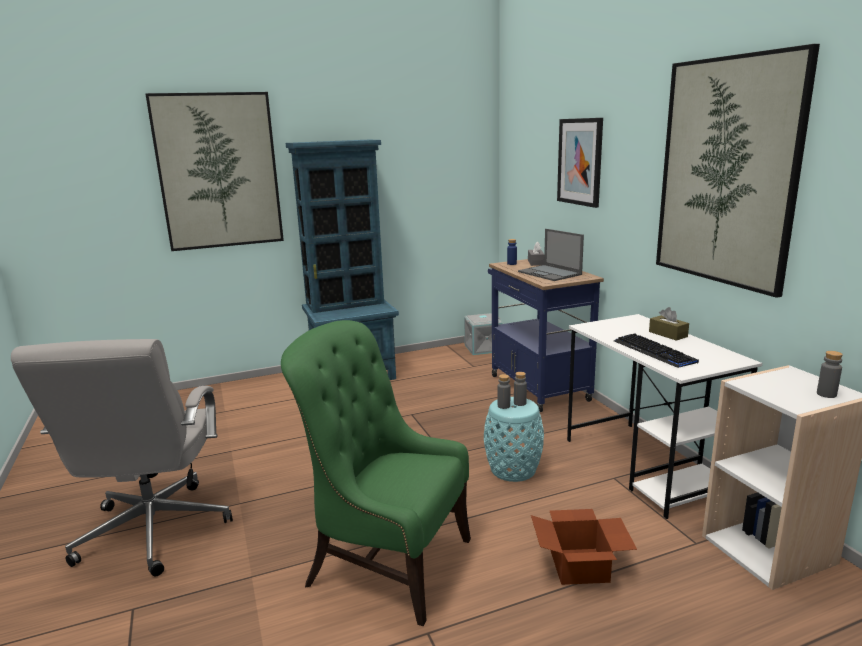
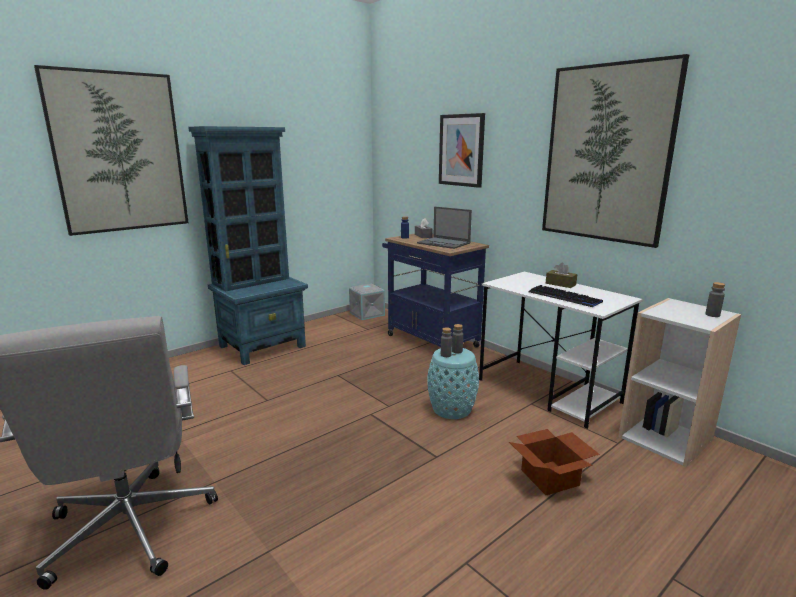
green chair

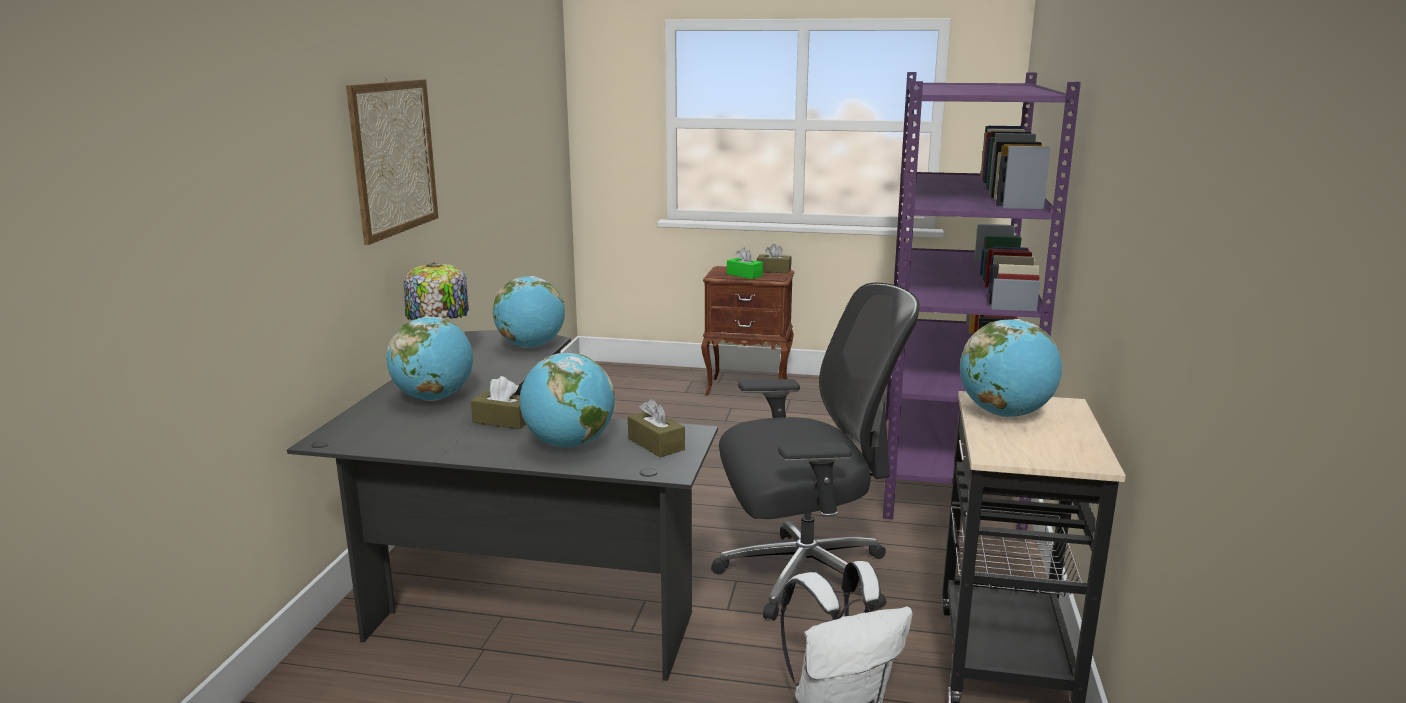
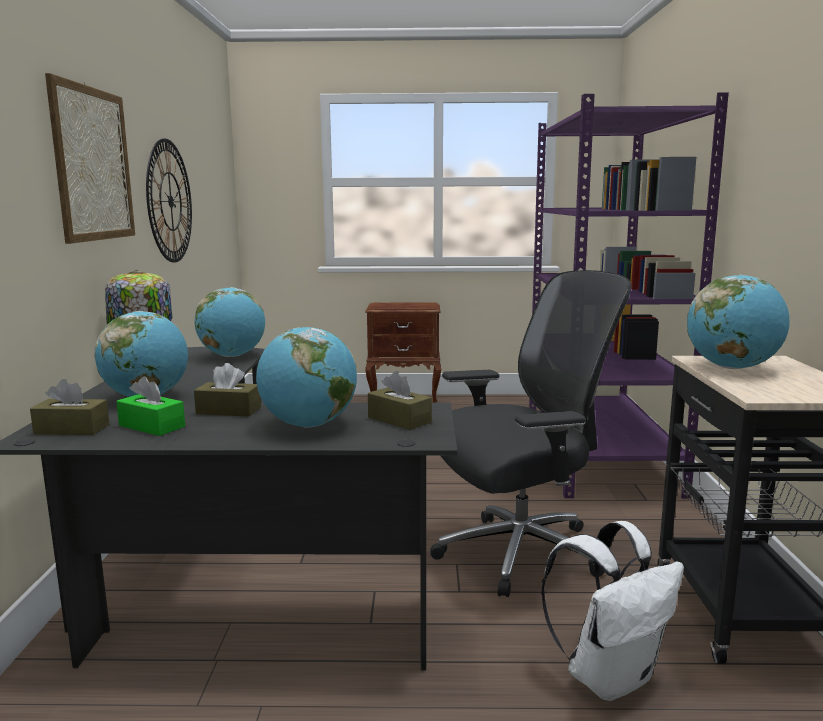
brown tissue box (1st from left)
green tissue box
wall clock

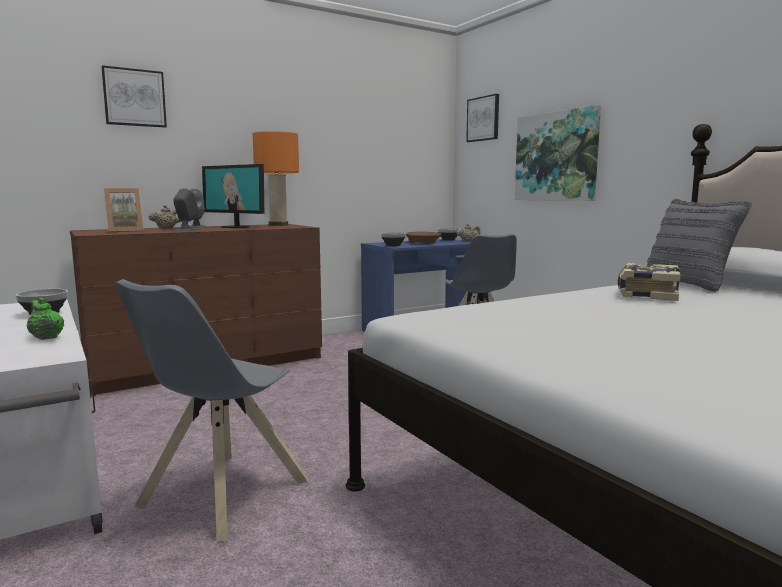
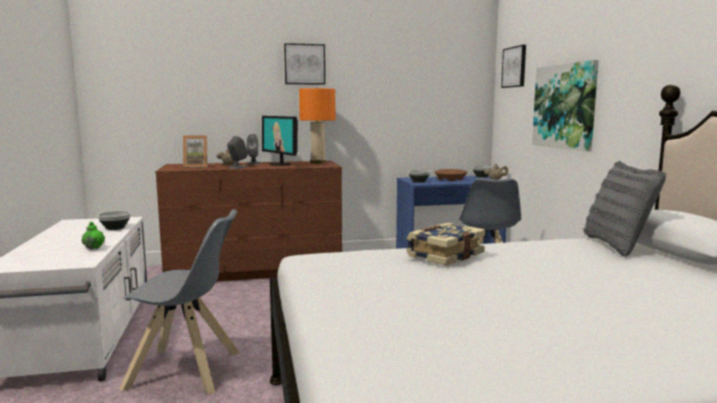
grey chair (1st from left)
picture (1st from left)
book

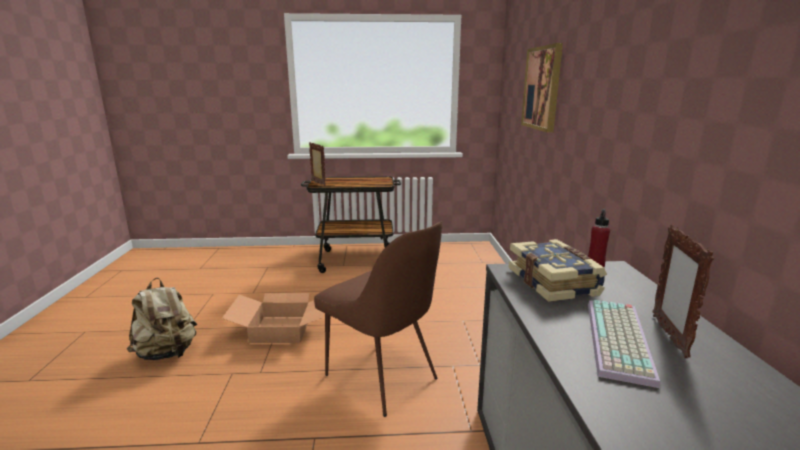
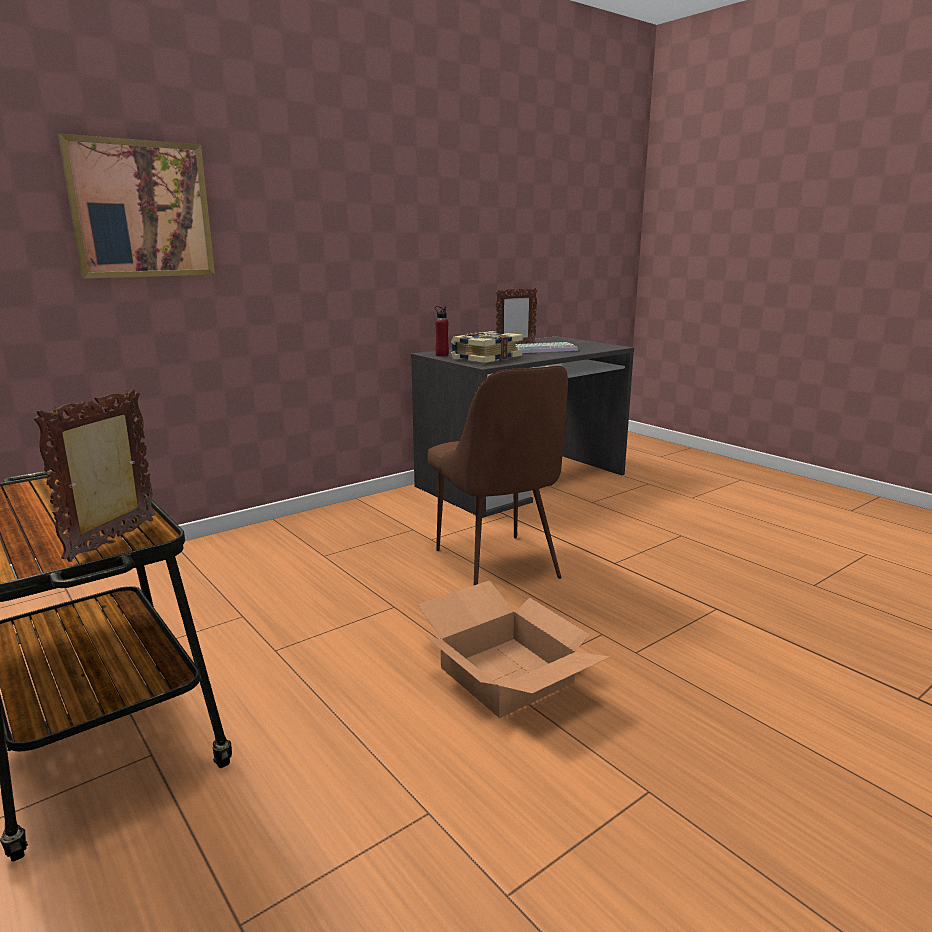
brown chair
beige backpack

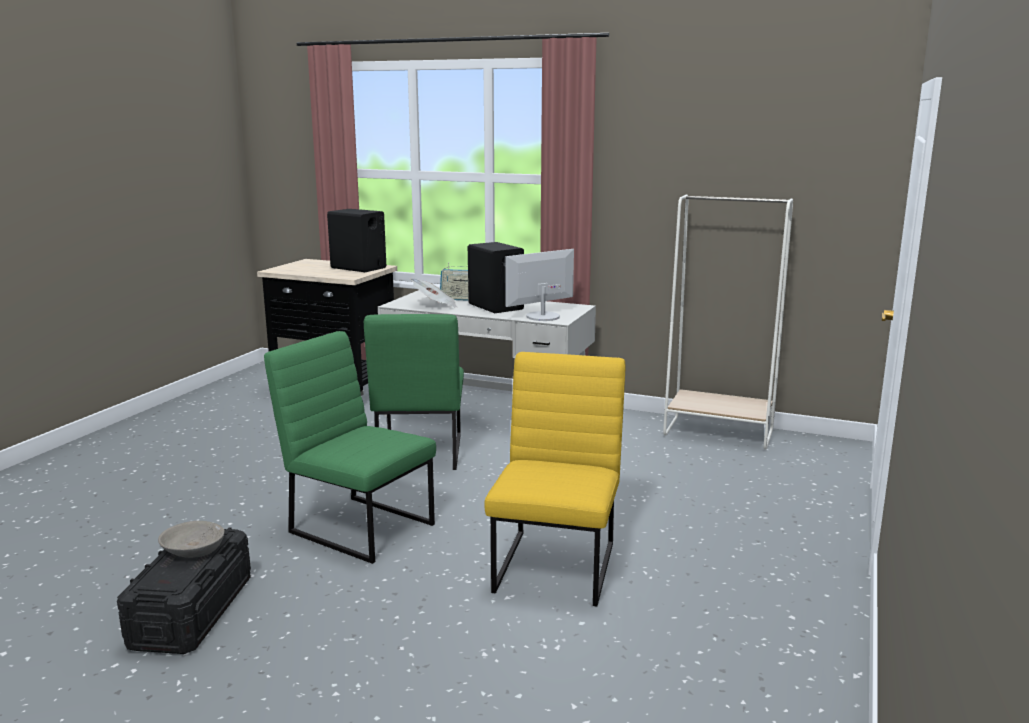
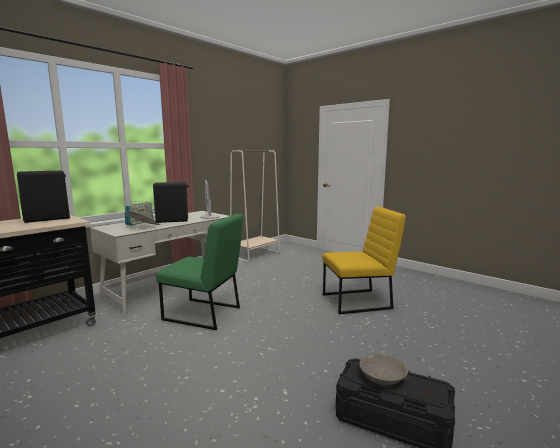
yellow chair
green chair (1st from left in the first image)

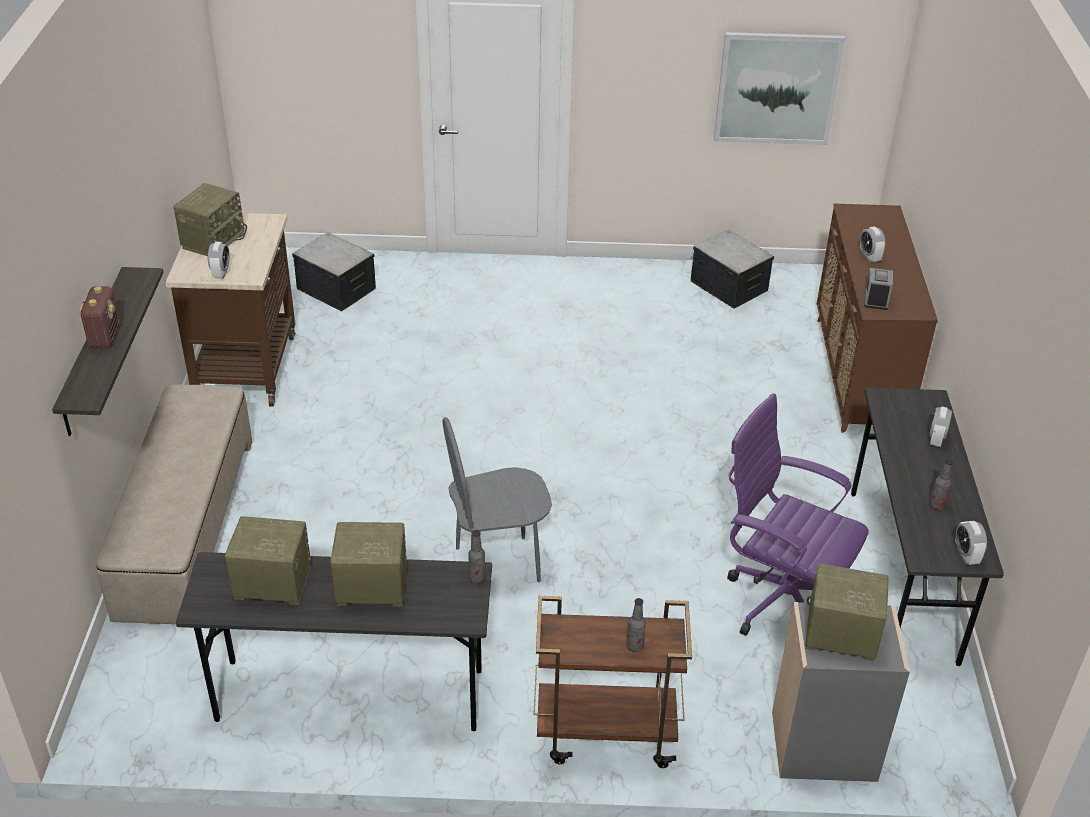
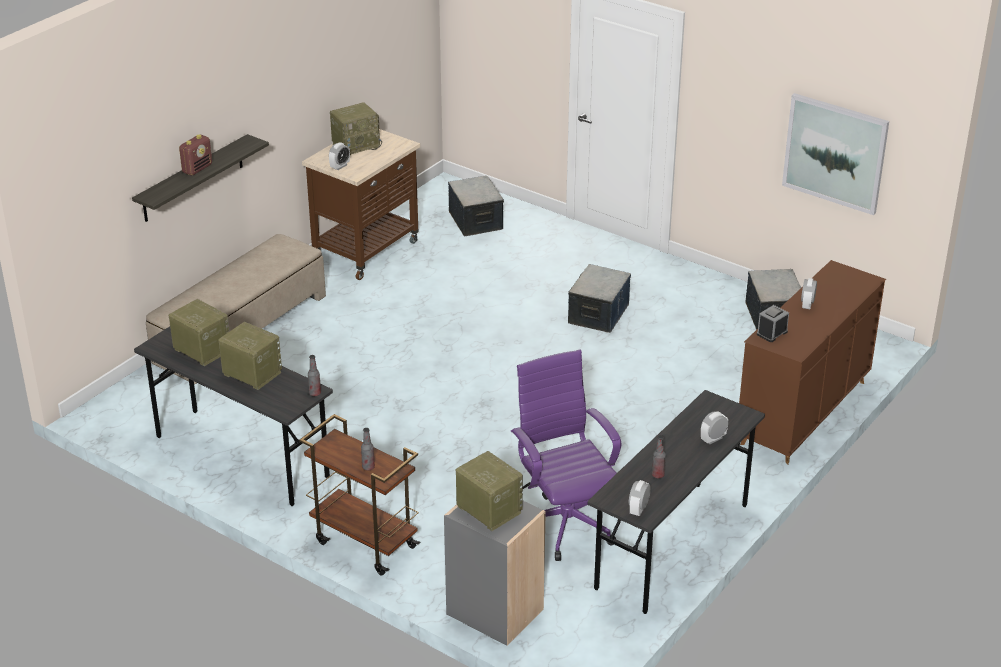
storage box (2nd from left)
grey chair

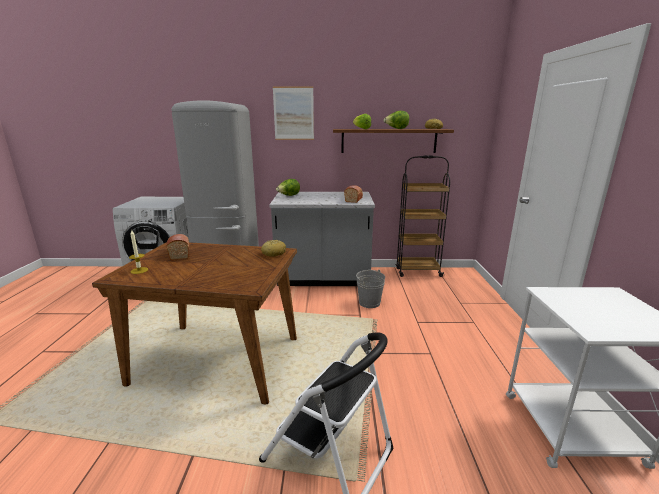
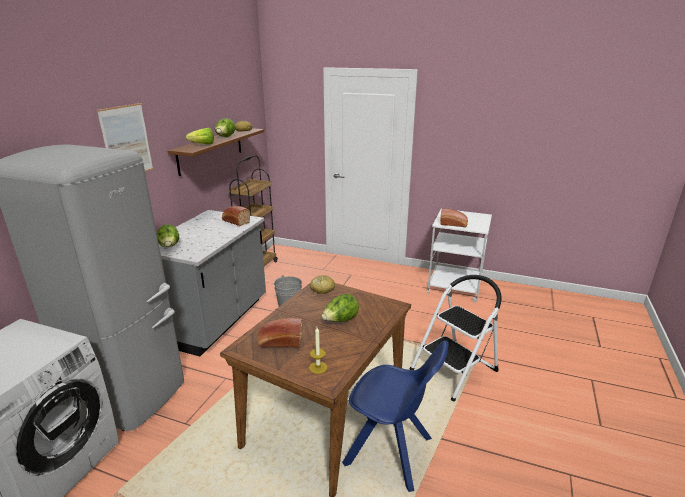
lettuce (4th from left)
blue chair
bread (5th from left)

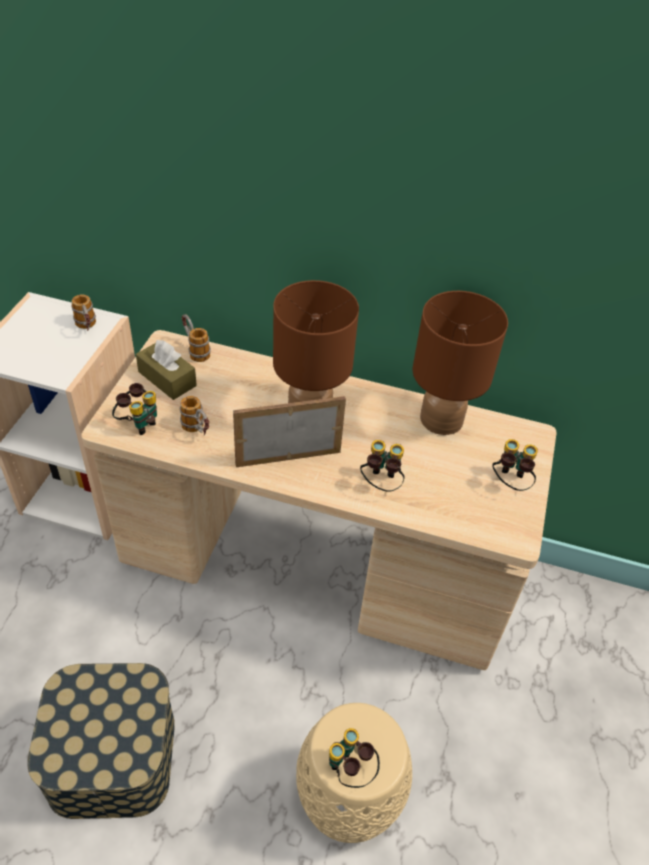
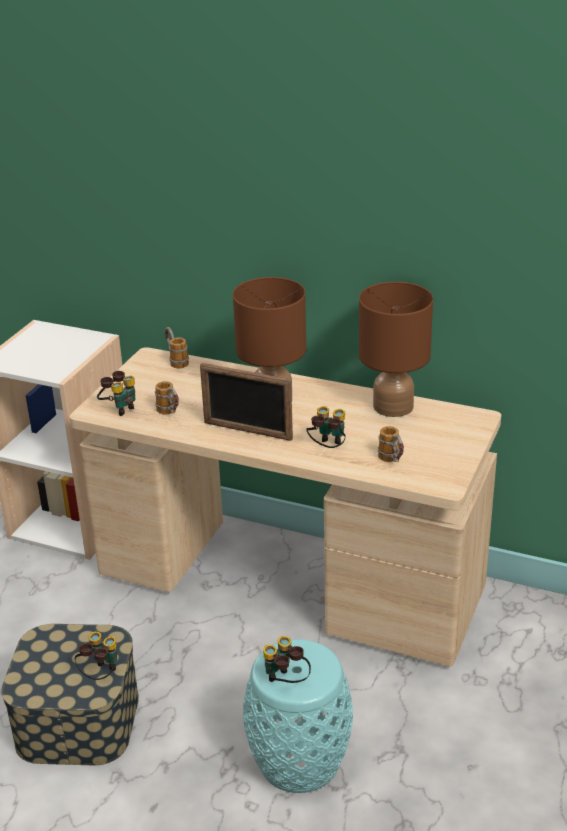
binoculars (1st from left)
picture frame
turquoise stool
mug (3rd from left)
brown tissue box

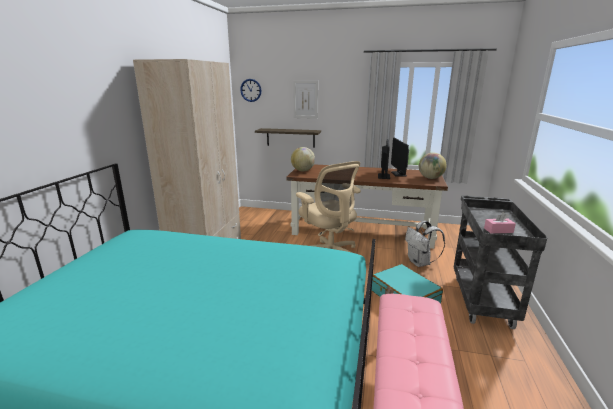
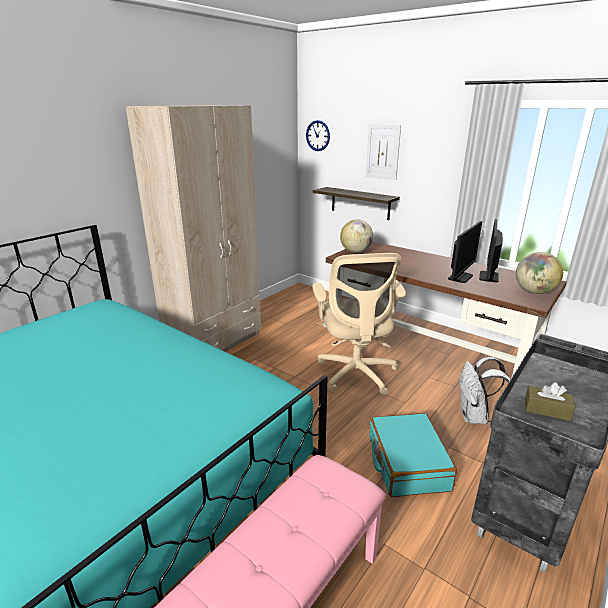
brown tissue box

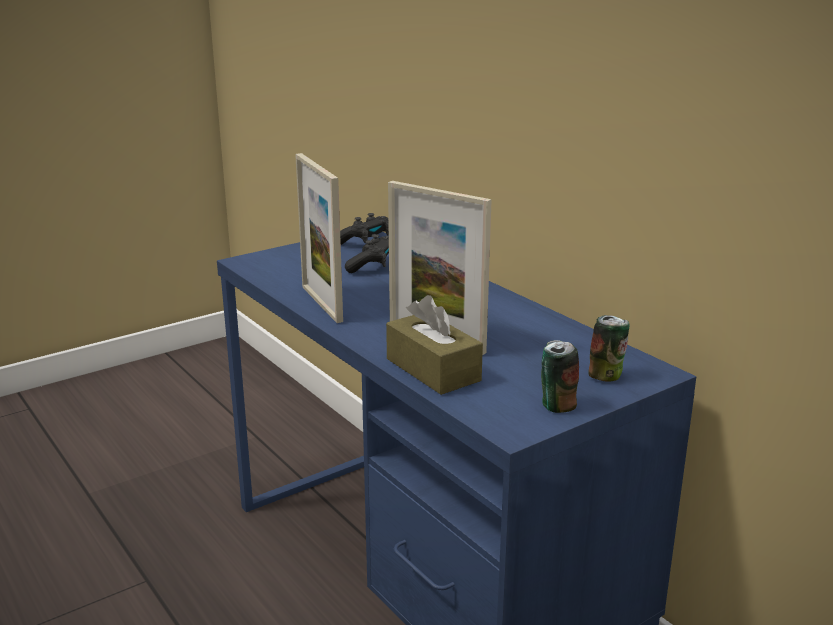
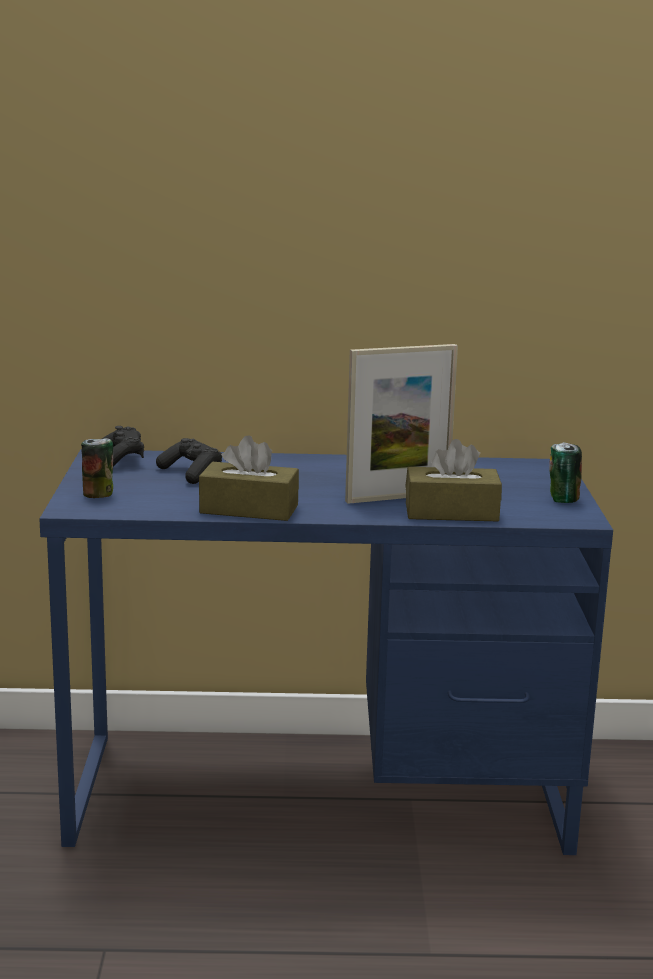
can (1st from left)
brown tissue box (1st from left)

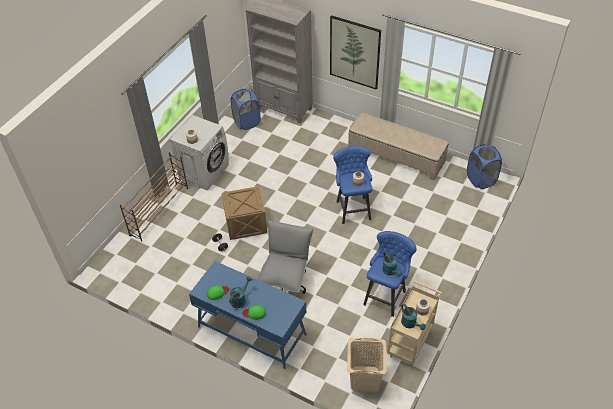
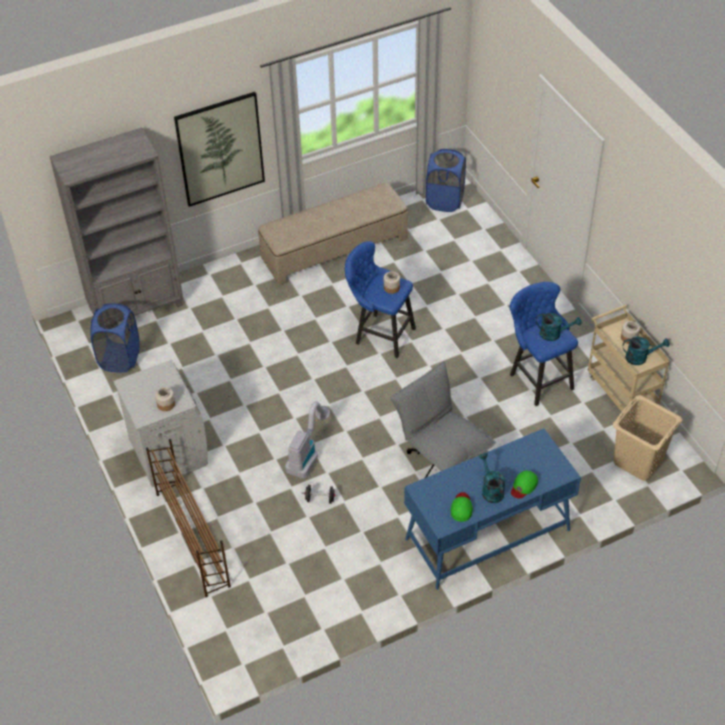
vacuum cleaner

